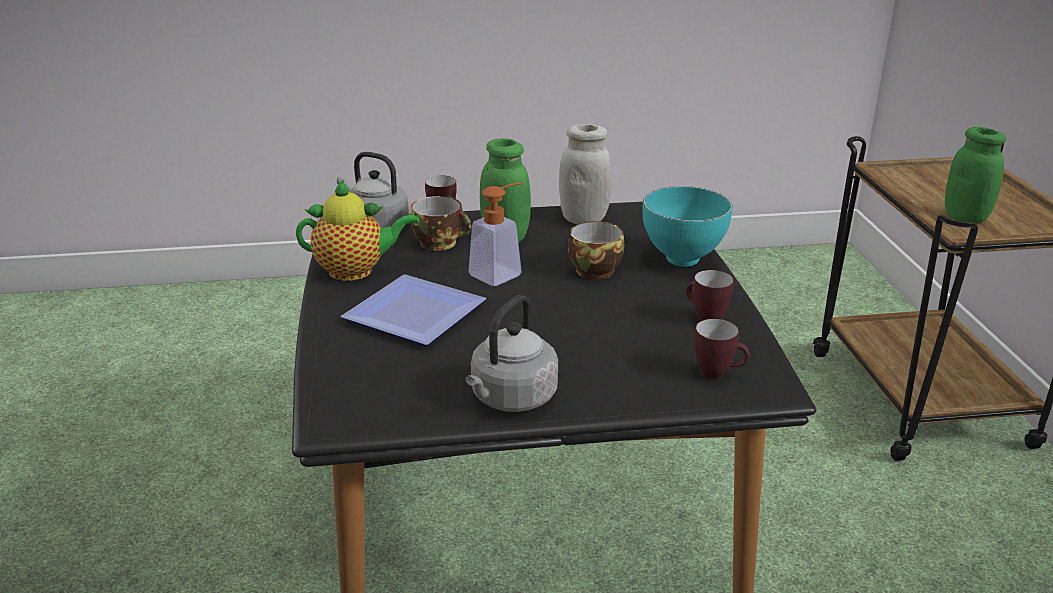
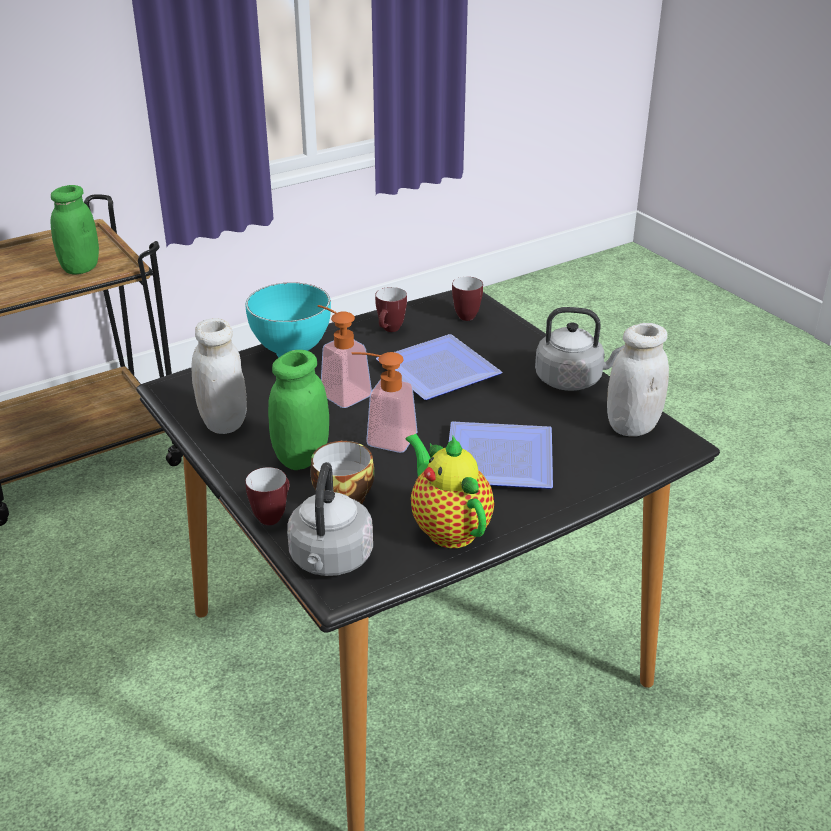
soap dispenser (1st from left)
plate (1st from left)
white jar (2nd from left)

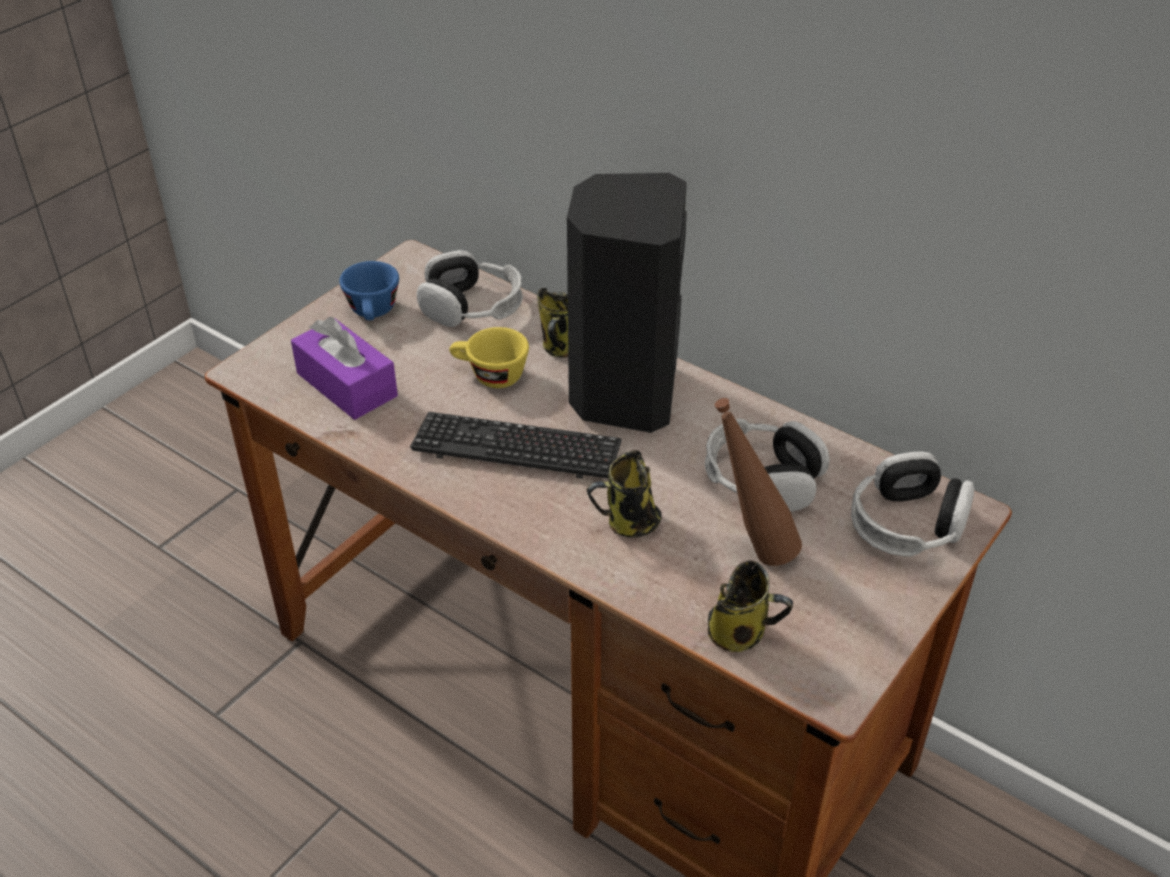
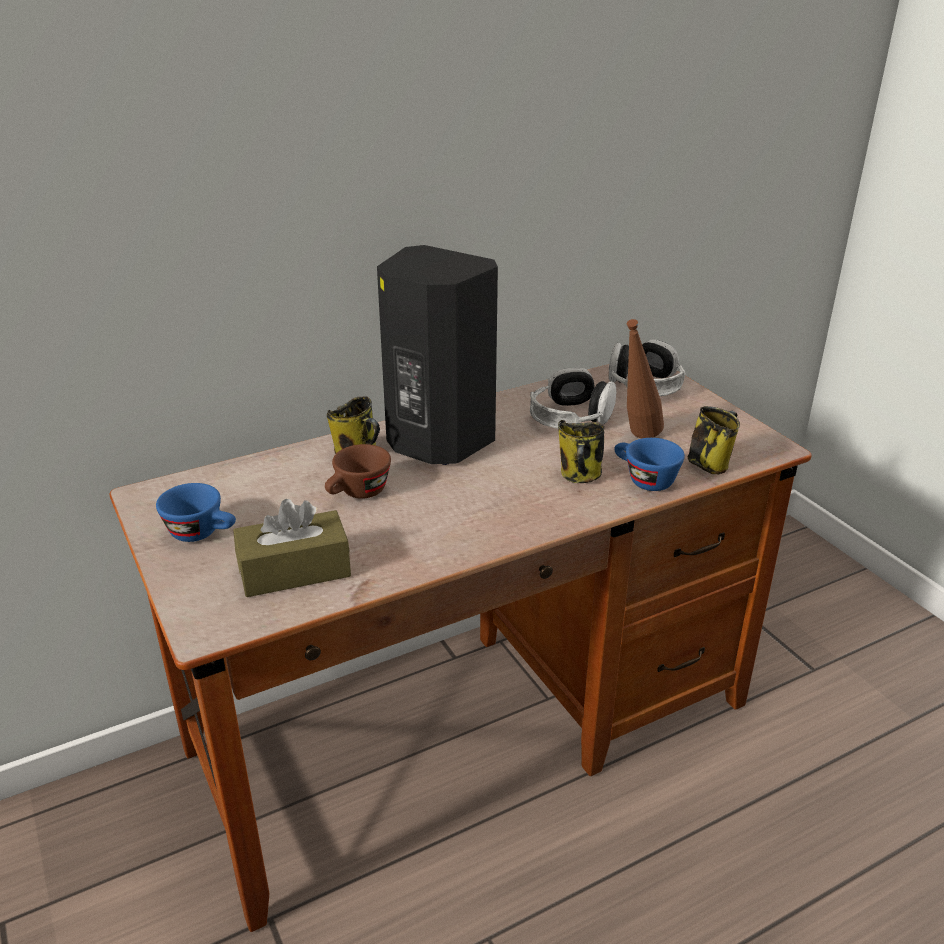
brown tissue box
brown cup
blue cup (2nd from left)
keyboard
headphones (1st from left in the first image)

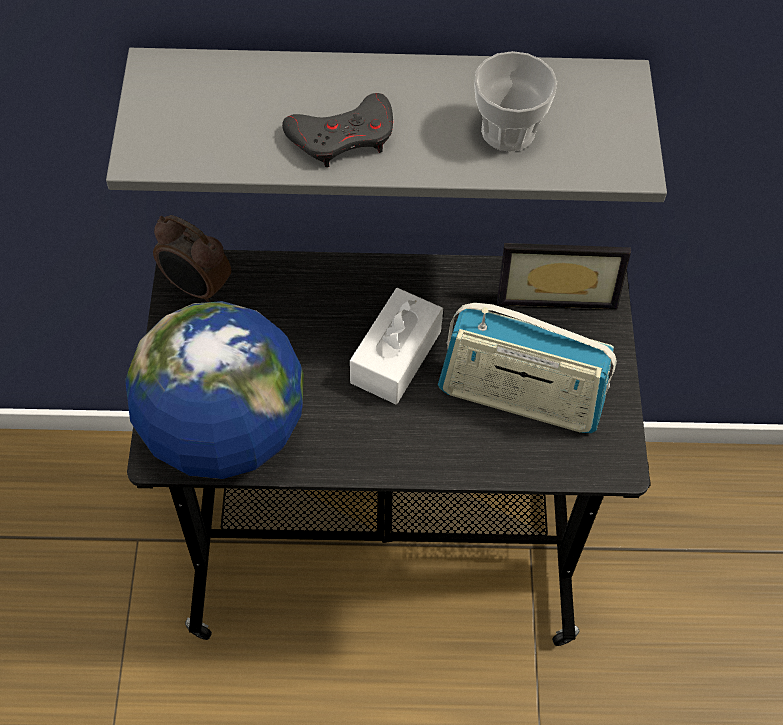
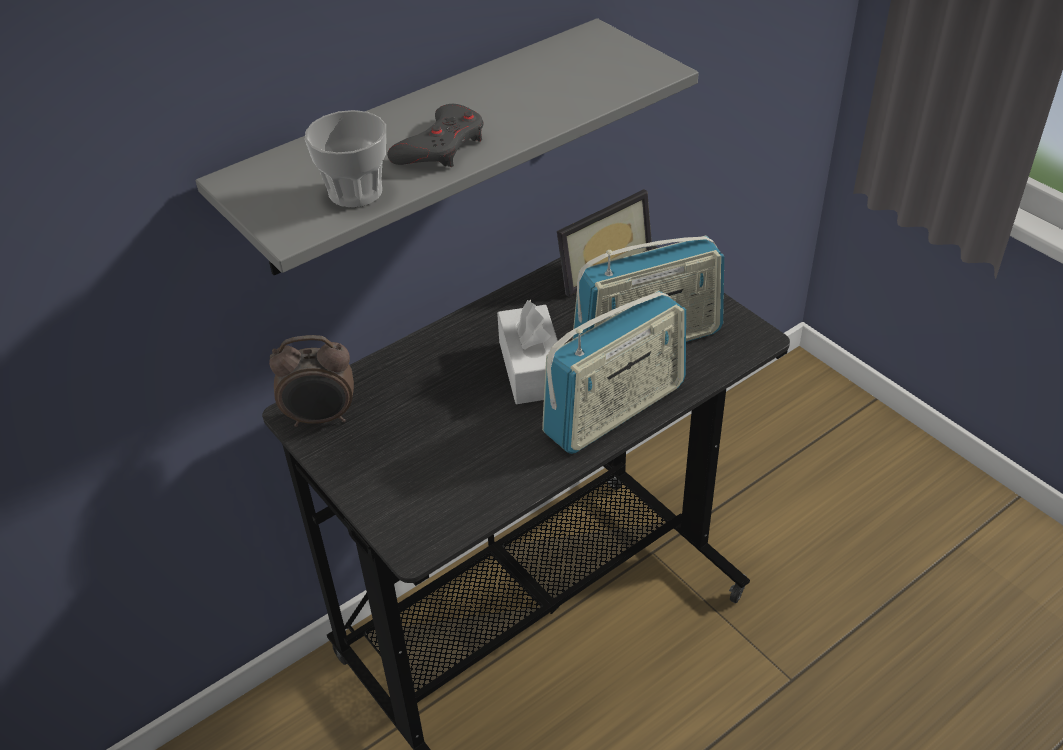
cup
radio (1st from left)
globe

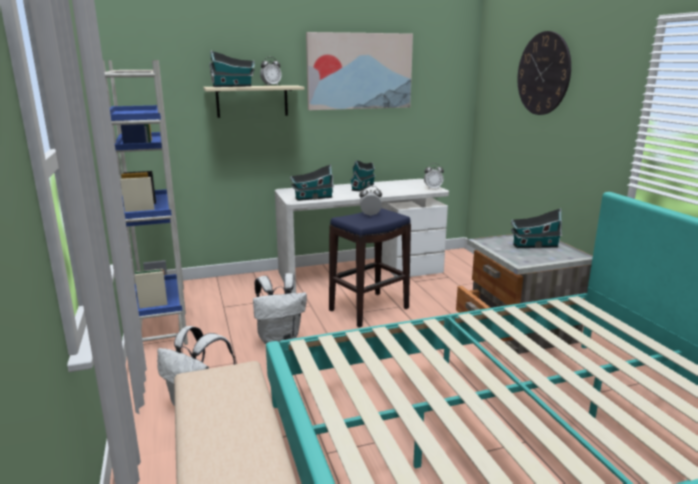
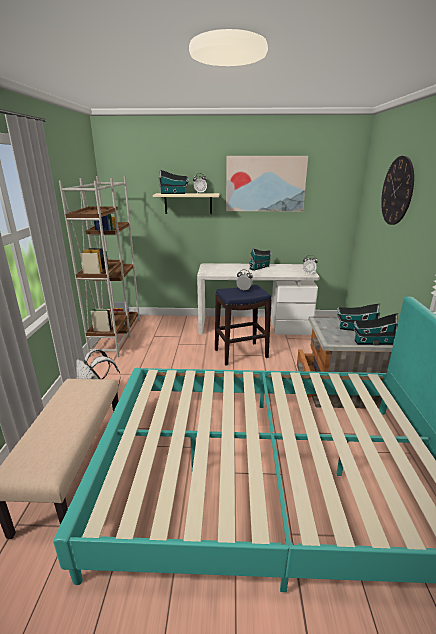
brown bookcase
toy house (4th from left)
white backpack (2nd from left in the first image)

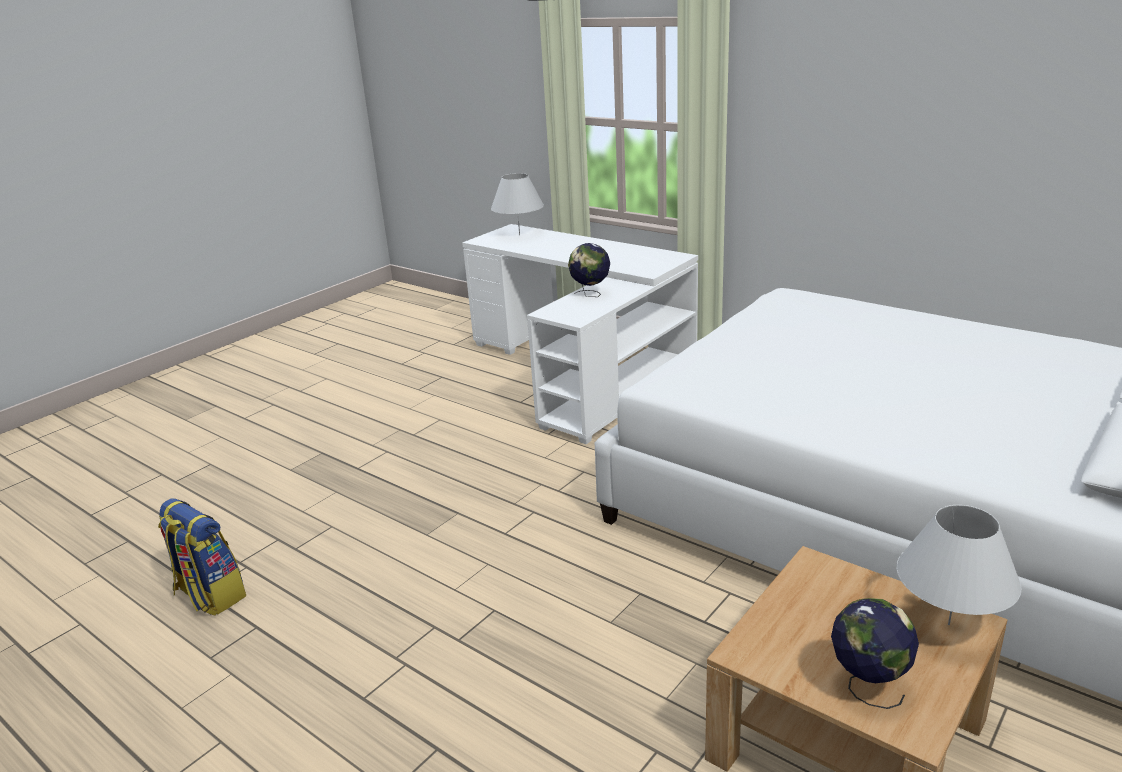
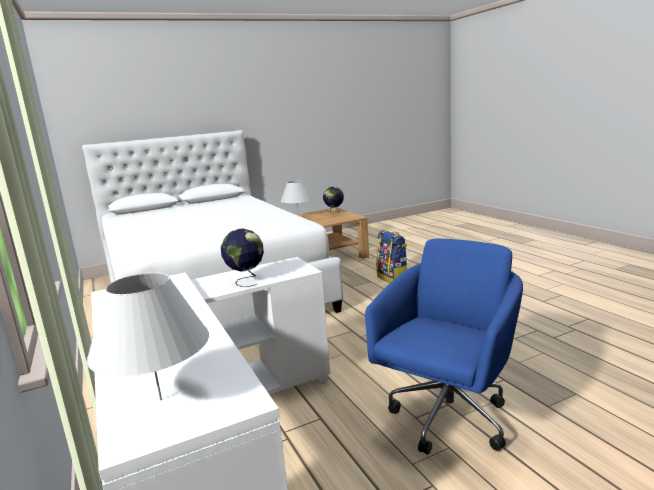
blue office chair
backpack

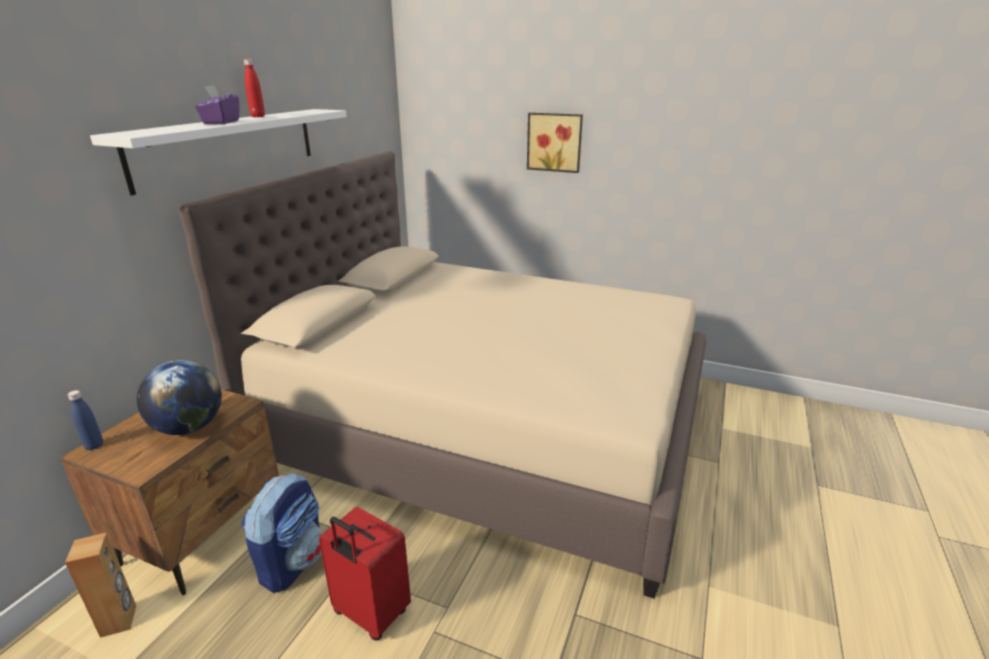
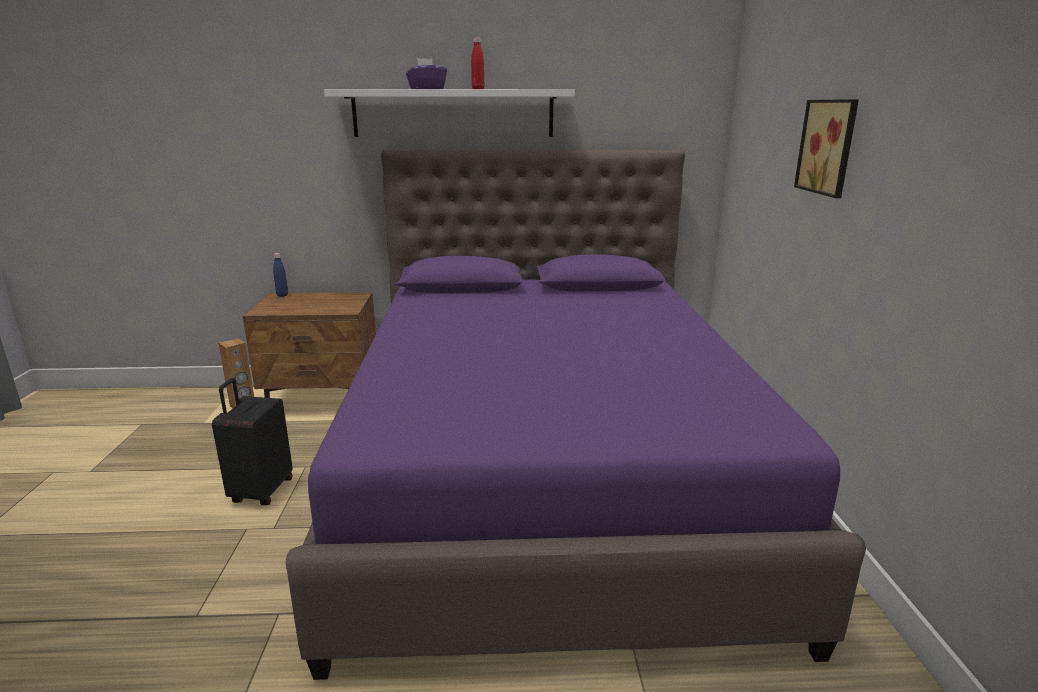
black suitcase
purple bed
globe
backpack

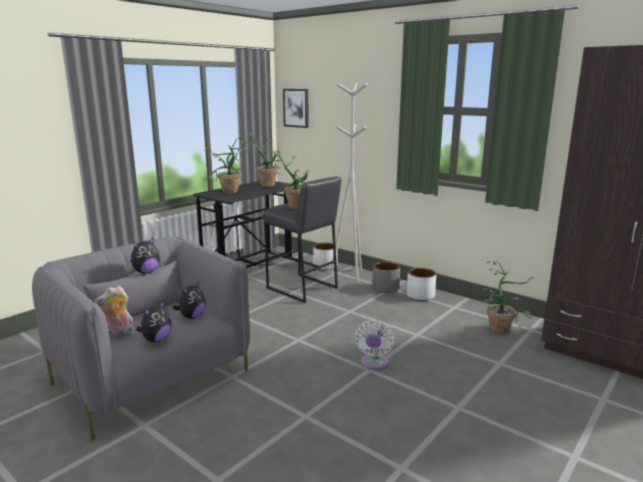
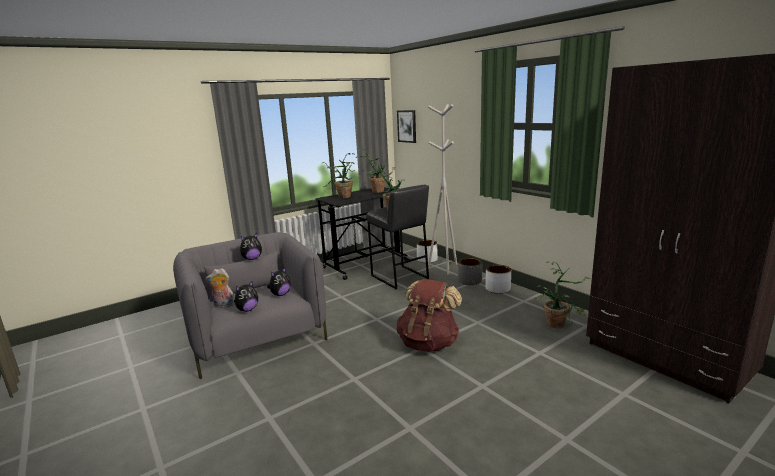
brown backpack

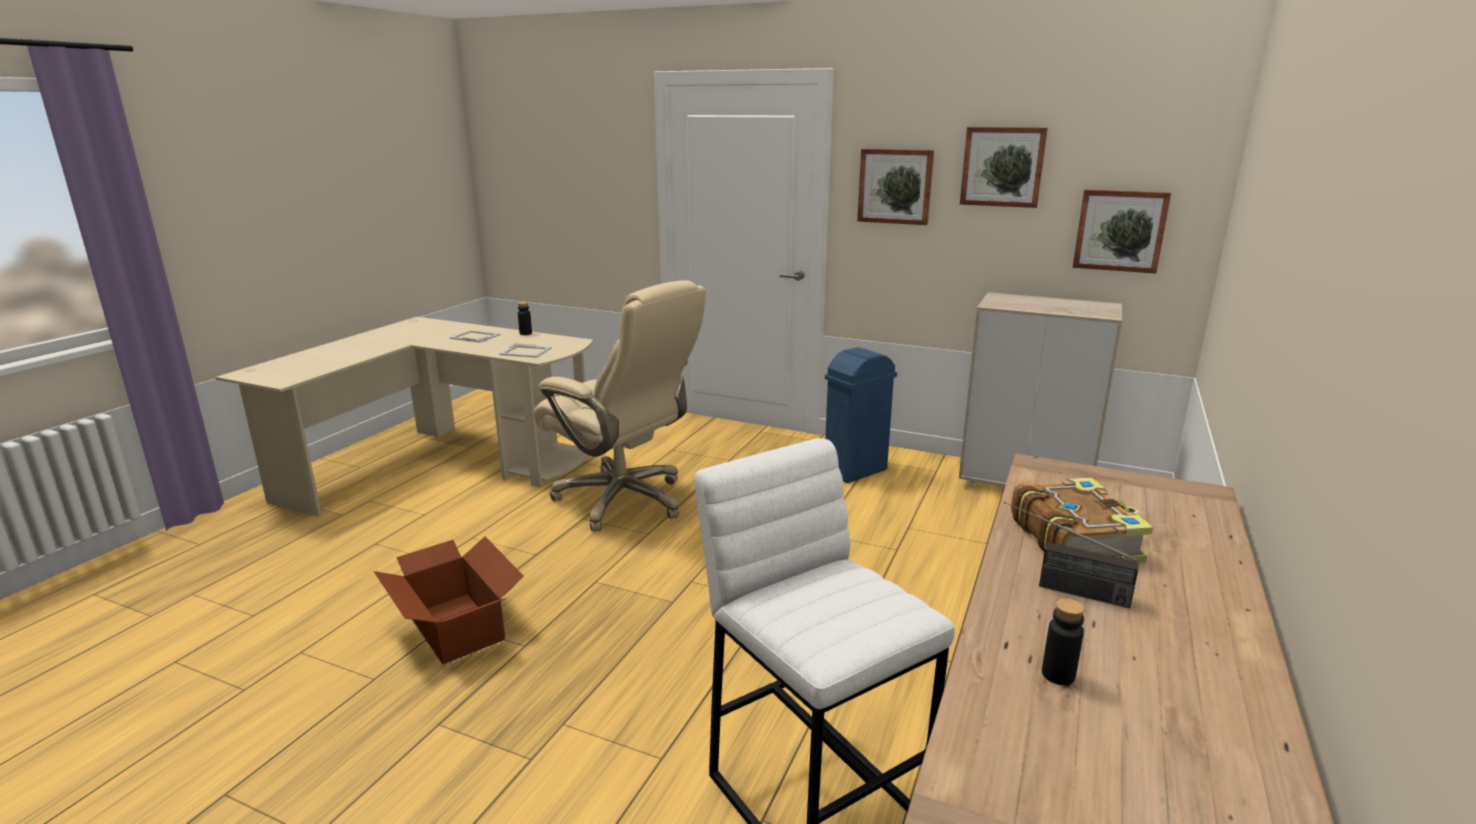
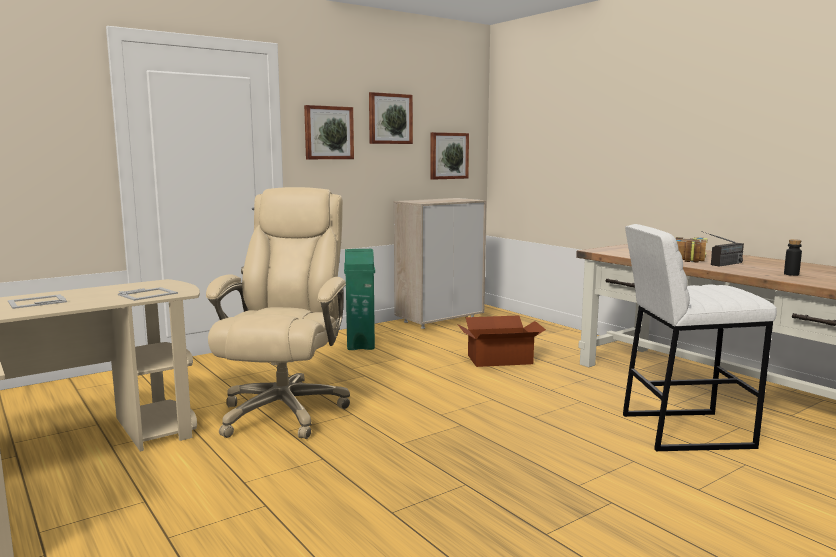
beige office chair
green trash can
cardboard box
black bottle (1st from left in the first image)

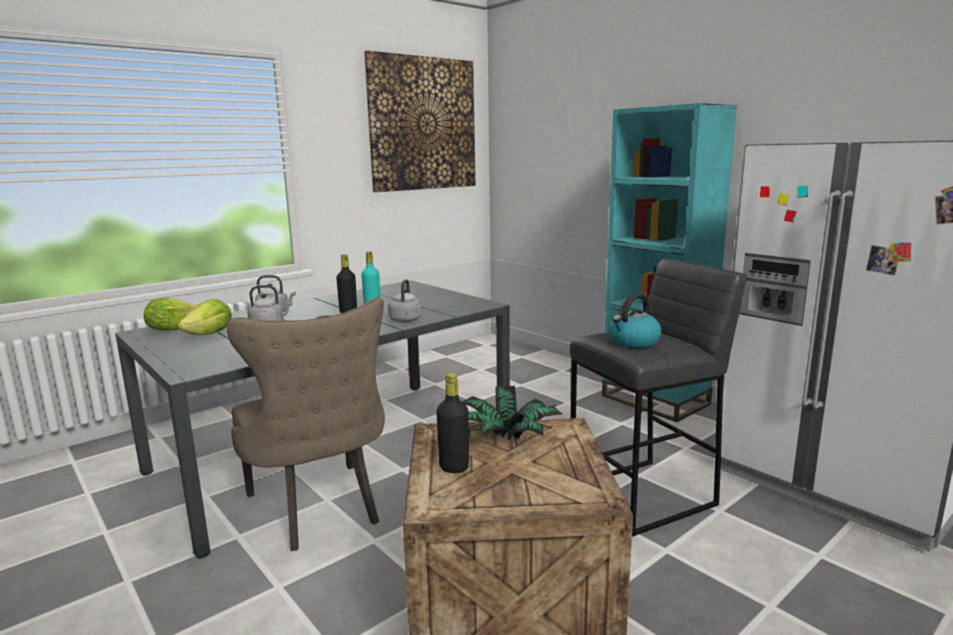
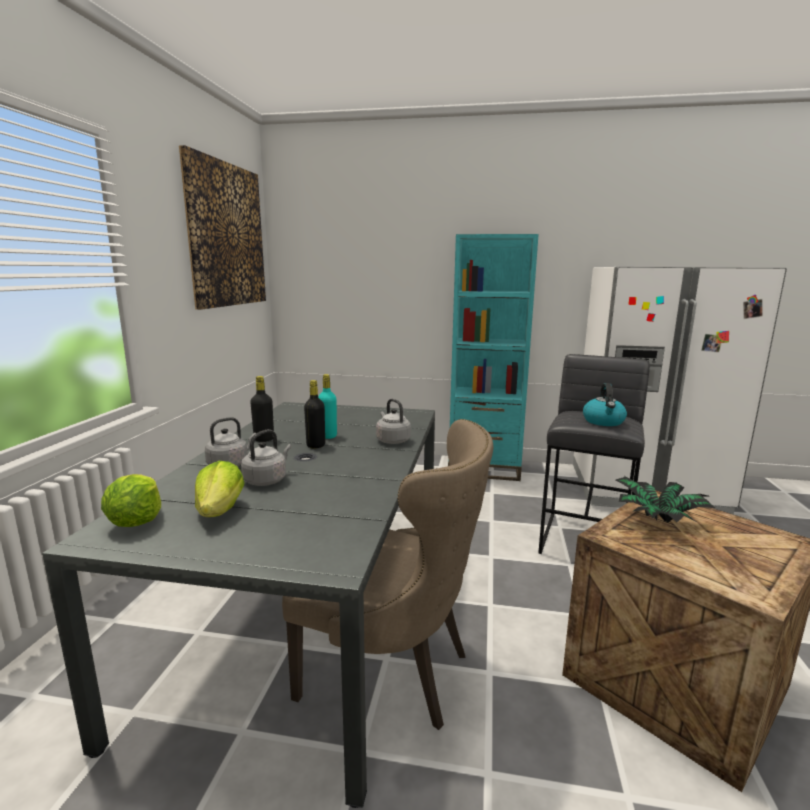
black bottle (1st from left)

